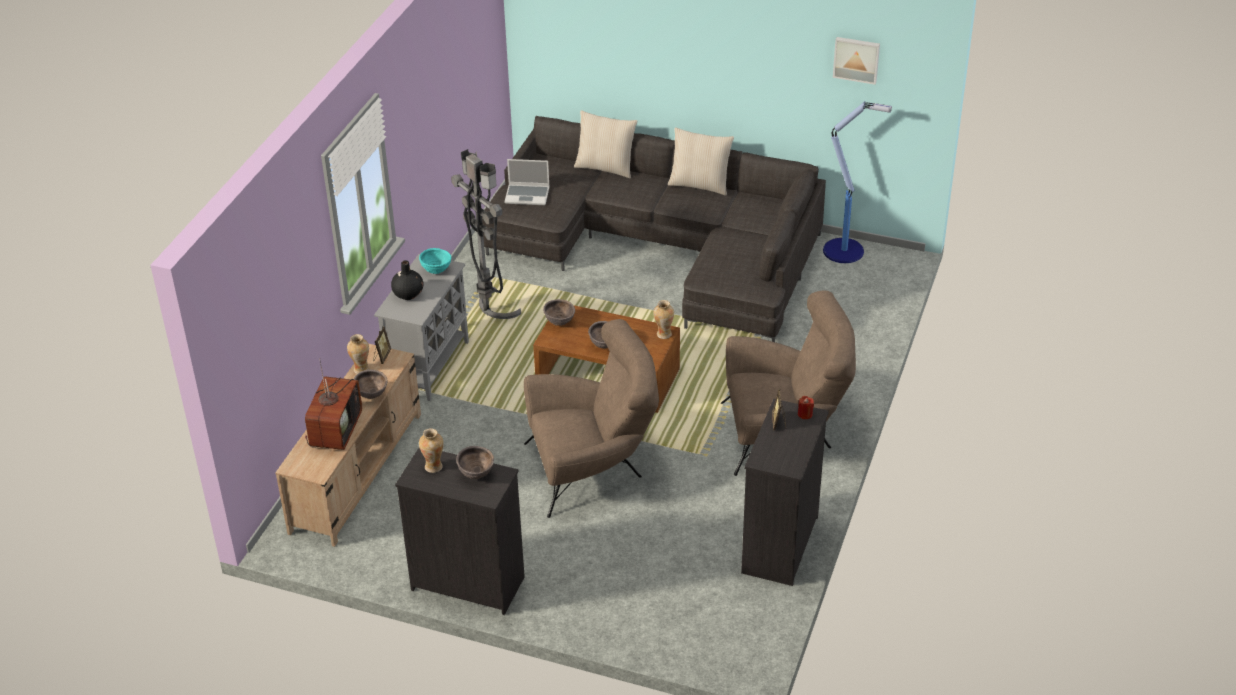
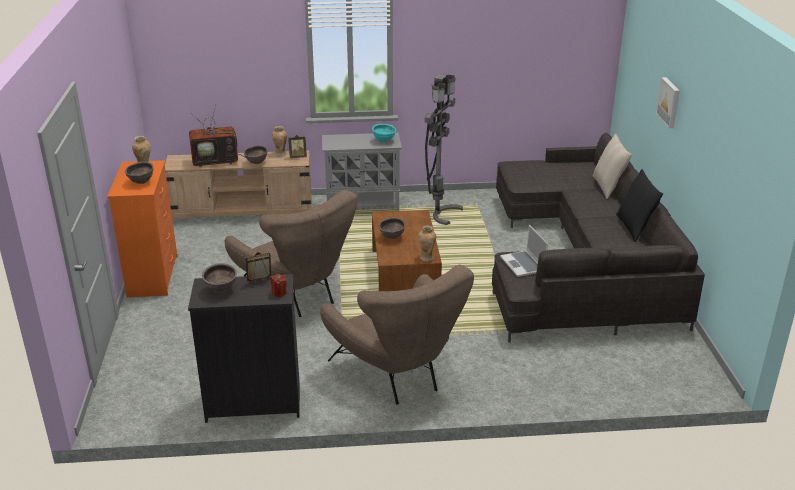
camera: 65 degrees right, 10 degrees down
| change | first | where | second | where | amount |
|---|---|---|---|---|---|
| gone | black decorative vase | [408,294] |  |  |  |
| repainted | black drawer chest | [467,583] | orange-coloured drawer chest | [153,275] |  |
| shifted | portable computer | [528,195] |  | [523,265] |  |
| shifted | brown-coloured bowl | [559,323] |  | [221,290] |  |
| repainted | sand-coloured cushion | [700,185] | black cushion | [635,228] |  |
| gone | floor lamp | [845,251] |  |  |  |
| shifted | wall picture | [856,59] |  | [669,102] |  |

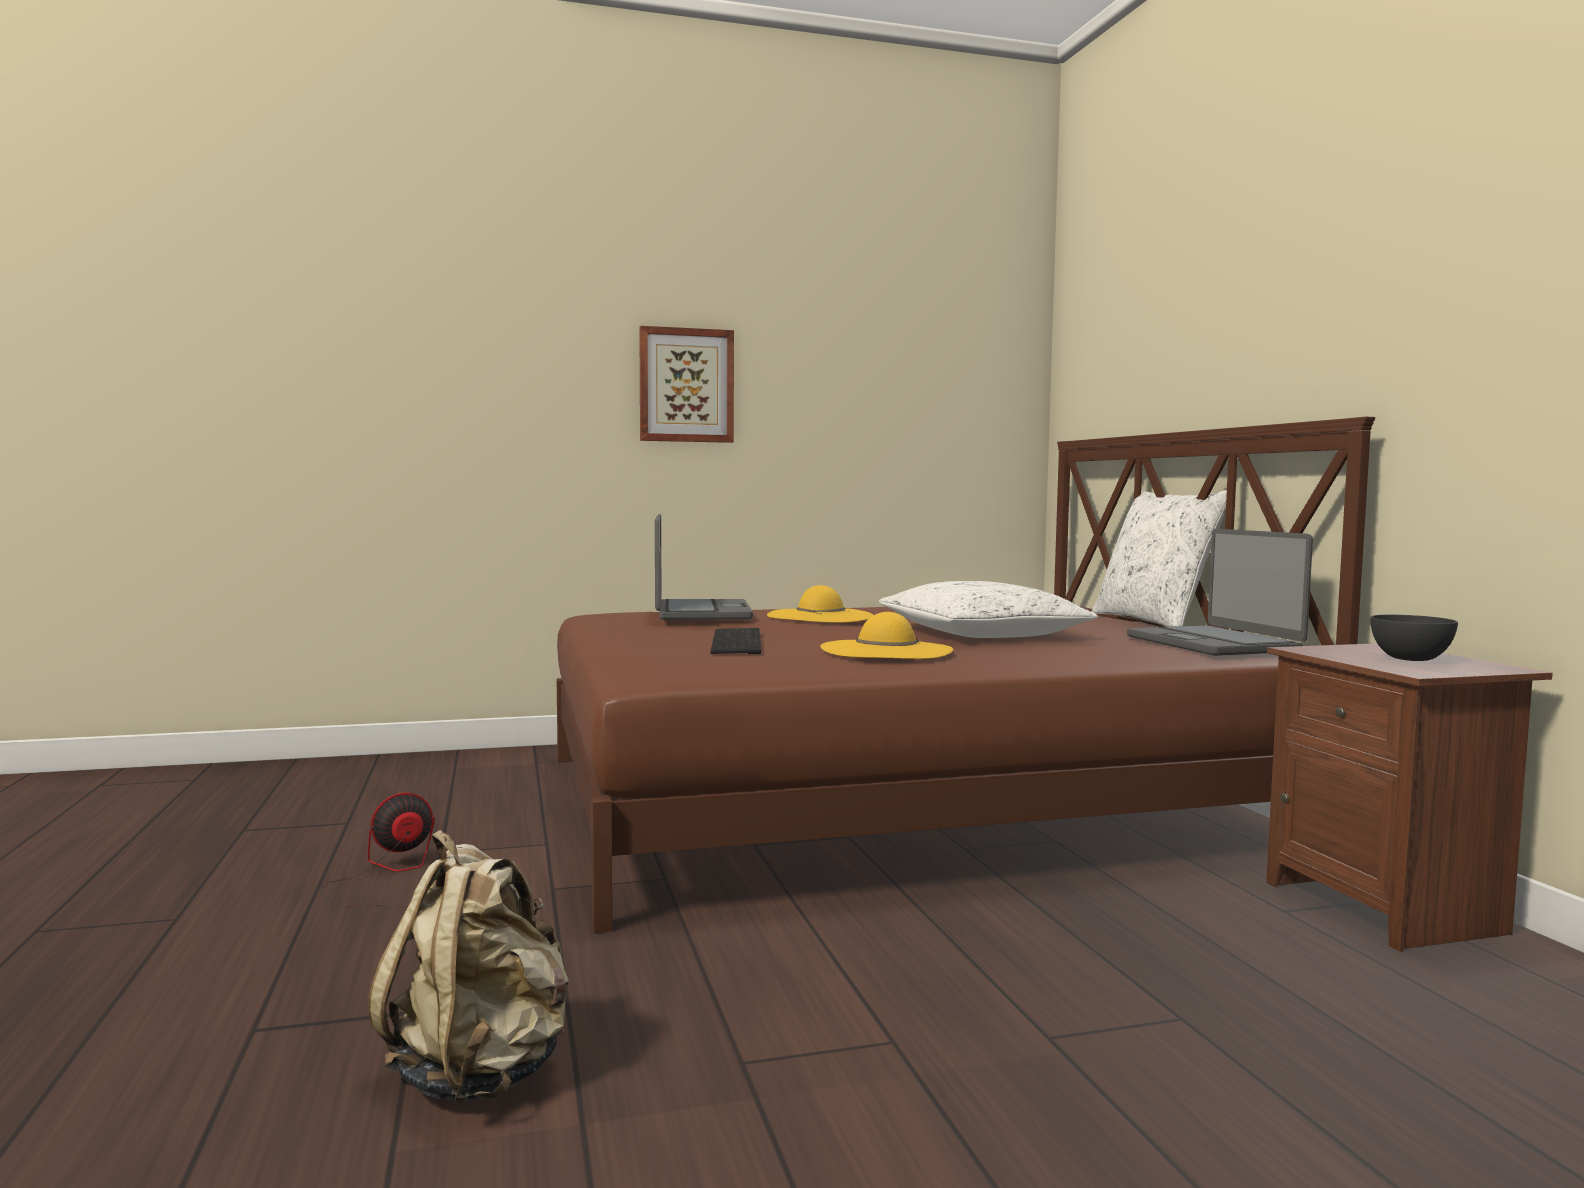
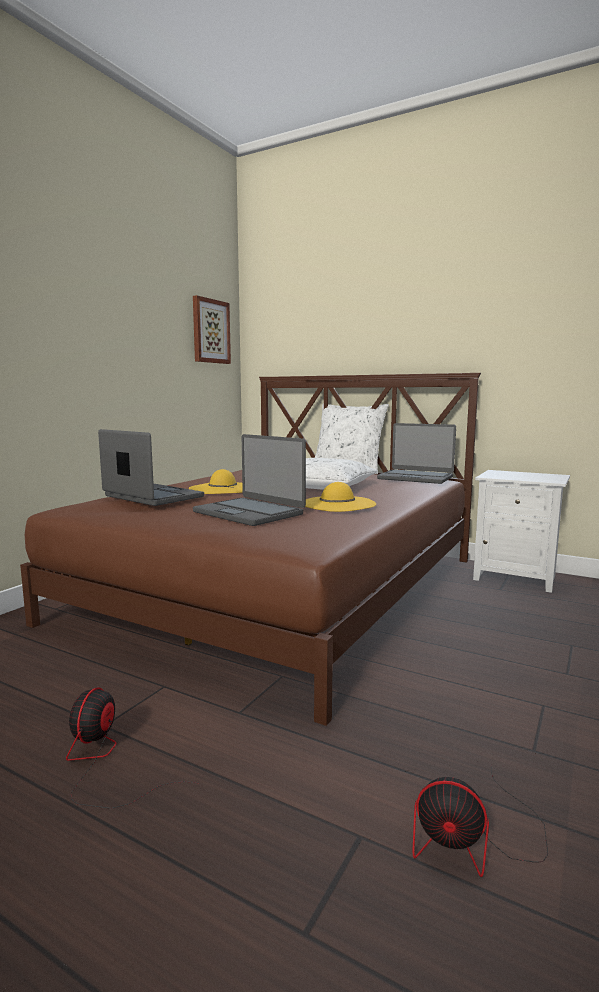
camera: 45 degrees left, 5 degrees up
| change | first | where | second | where | amount |
|---|---|---|---|---|---|
| swapped | sand-coloured rucksack | [481,1071] | cooling fan | [474,840] |  |
| shifted | wall picture | [686,385] |  | [210,331] |  |
| swapped | computer keyboard | [739,642] | portable computer | [249,513] |  |
| repainted | brown-coloured nightstand | [1386,907] | whitish nightstand | [515,577] |  |
| gone | gray bowl | [1410,659] |  |  |  |

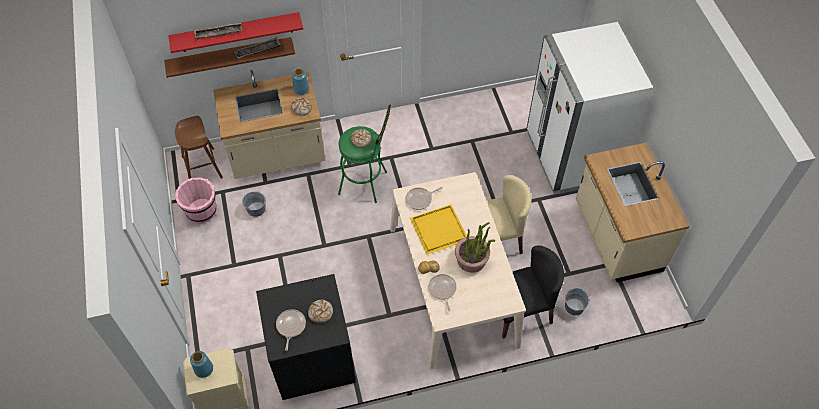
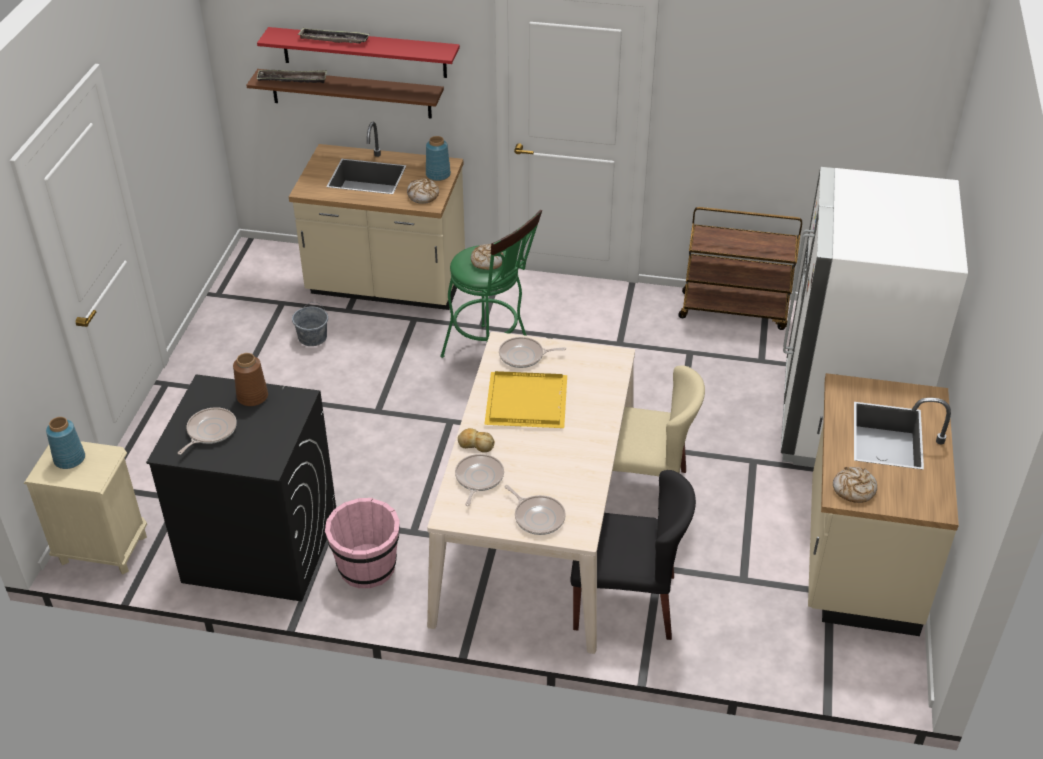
camera: 25 degrees right, 15 degrees down
| change | first | where | second | where | amount |
|---|---|---|---|---|---|
| gone | brown-coloured sitting stool | [202,167] |  |  |  |
| shifted | pink-coloured pail | [202,211] |  | [367,568] |  |
| shifted | serving tray | [258,50] |  | [292,80] |  |
| shifted | bakery bread | [320,313] |  | [853,489] |  |
| gone | houseplant | [472,259] |  |  |  |
| gone | gray pail | [574,307] |  |  |  |
| new |  |  | brown-coloured decorative vase | [253,396] |  |
| new |  |  | skillet | [537,516] |  |
| new |  |  | brown-coloured cart | [734,310] |  |

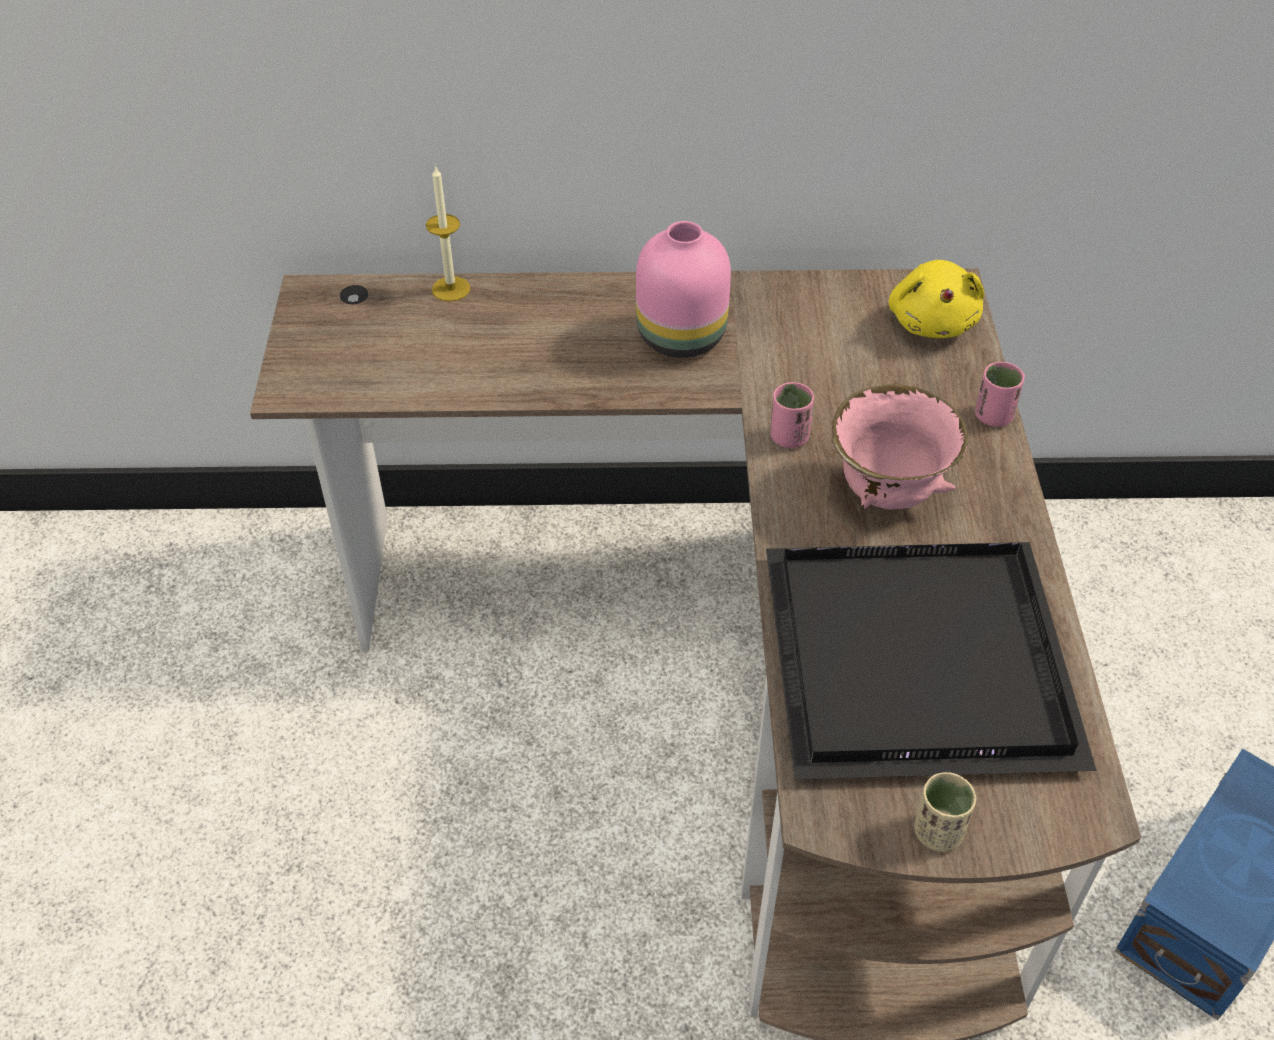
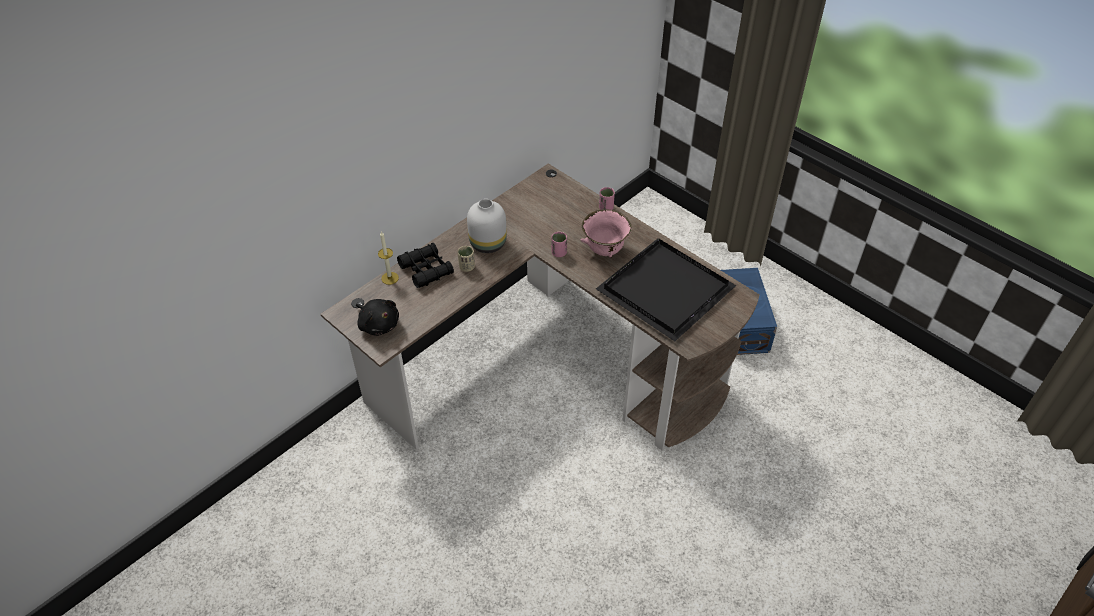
camera: 45 degrees left, 0 degrees up
| change | first | where | second | where | amount |
|---|---|---|---|---|---|
| repainted | pink-coloured decorative vase | [680,335] | whitish decorative vase | [487,243] |  |
| gone | yellow-coloured soft toy | [932,321] |  |  |  |
| shifted | sand-coloured drinking cup | [937,832] |  | [467,267] |  |
| new |  |  | black soft toy | [378,324] |  |
| new |  |  | black pair of binoculars | [426,270] |  |

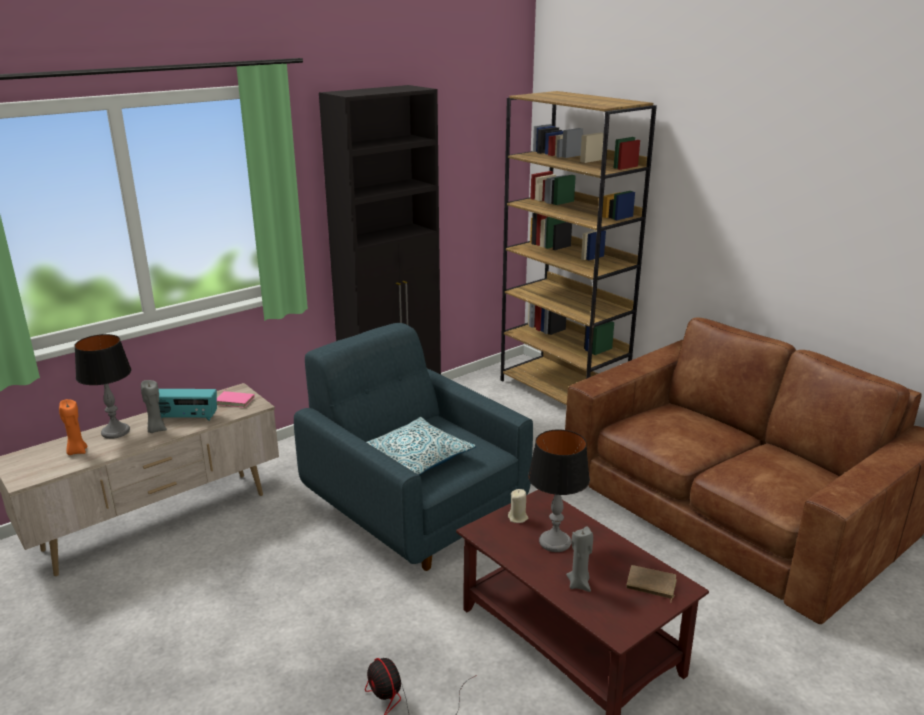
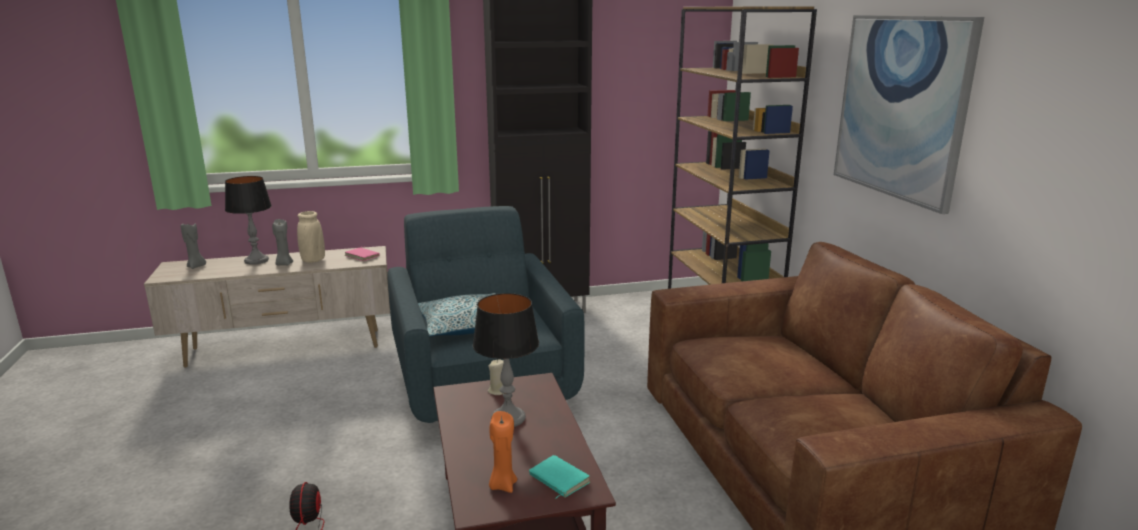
camera: 25 degrees right, 5 degrees down
| change | first | where | second | where | amount |
|---|---|---|---|---|---|
| shifted | orange-coloured wax candle | [77,451] |  | [502,485] |  |
| swapped | radio receiver | [185,418] | sand-coloured decorative vase | [313,260] |  |
| shifted | gray wax candle | [579,584] |  | [196,266] |  |
| repainted | brown-coloured bound book | [650,585] | blue-green bound book | [557,480] |  |
| new |  |  | wall picture | [901,107] |  |

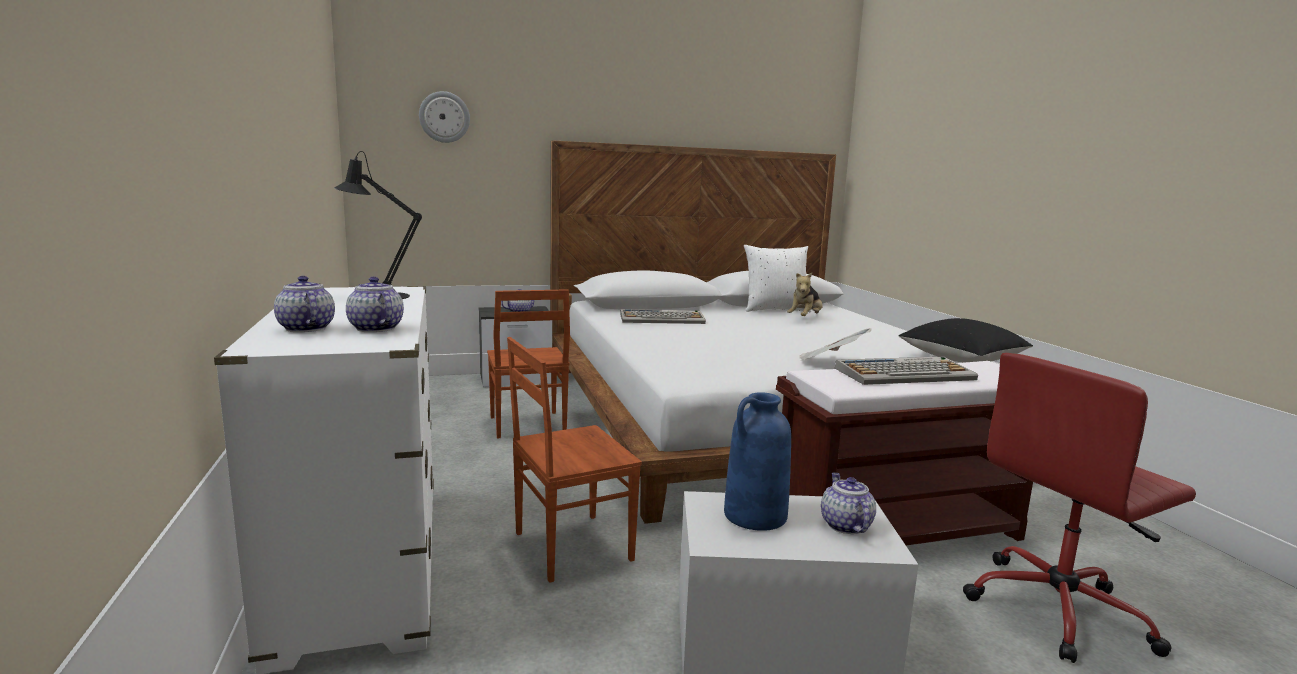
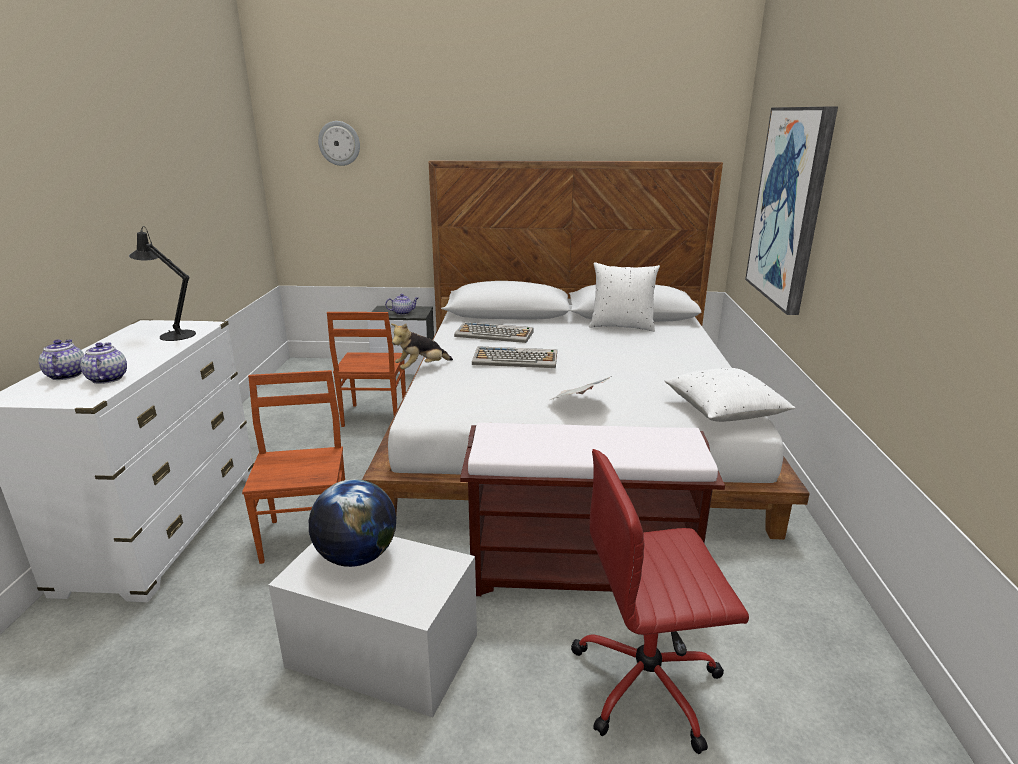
camera: 20 degrees right, 10 degrees up
| change | first | where | second | where | amount |
|---|---|---|---|---|---|
| rotated | brown-coloured upright chair | [570,546] |  | [308,536] | 90 degrees clockwise |
| swapped | blue-coloured decorative vase | [755,516] | world globe | [356,557] |  |
| shifted | soft toy | [805,318] |  | [421,368] |  |
| gone | pot for tea | [844,525] |  |  |  |
| shifted | computer keyboard | [905,373] |  | [516,359] |  |
| repainted | black cushion | [961,360] | whitish cushion | [724,412] |  |
| new |  |  | wall picture | [790,206] |  |

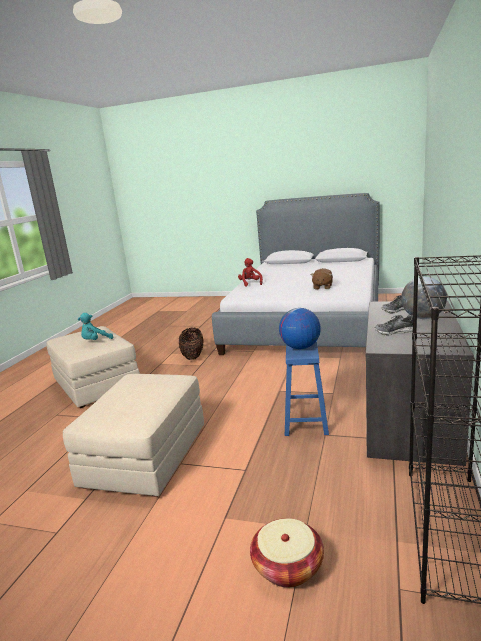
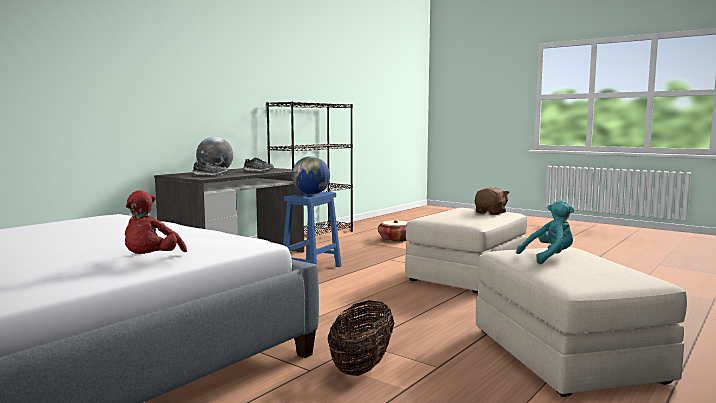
camera: 160 degrees left, 10 degrees down
| change | first | where | second | where | amount |
|---|---|---|---|---|---|
| shifted | brown-coloured soft toy | [322,287] |  | [491,213] |  |

